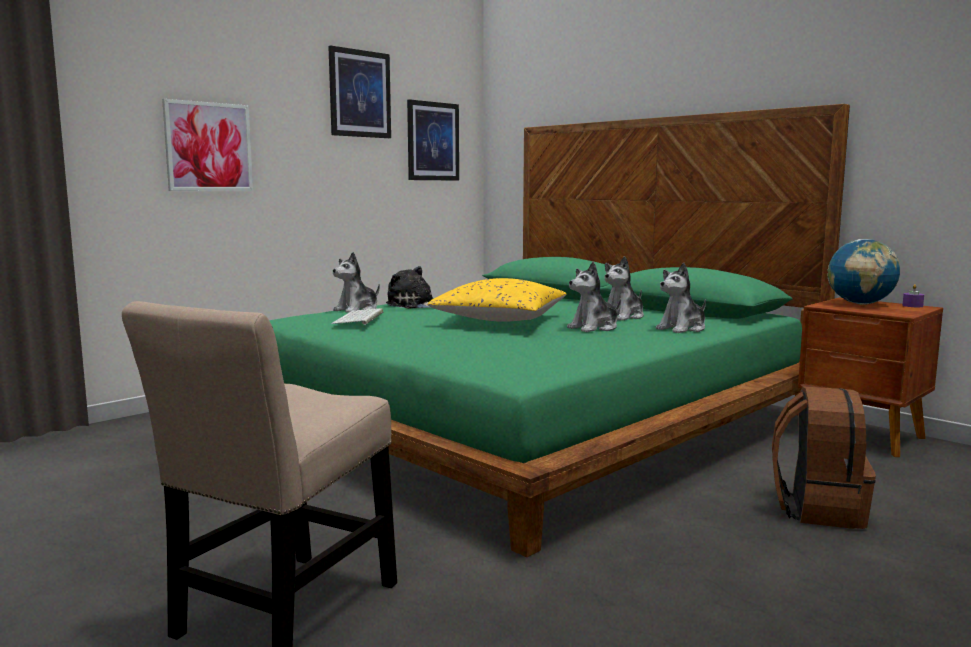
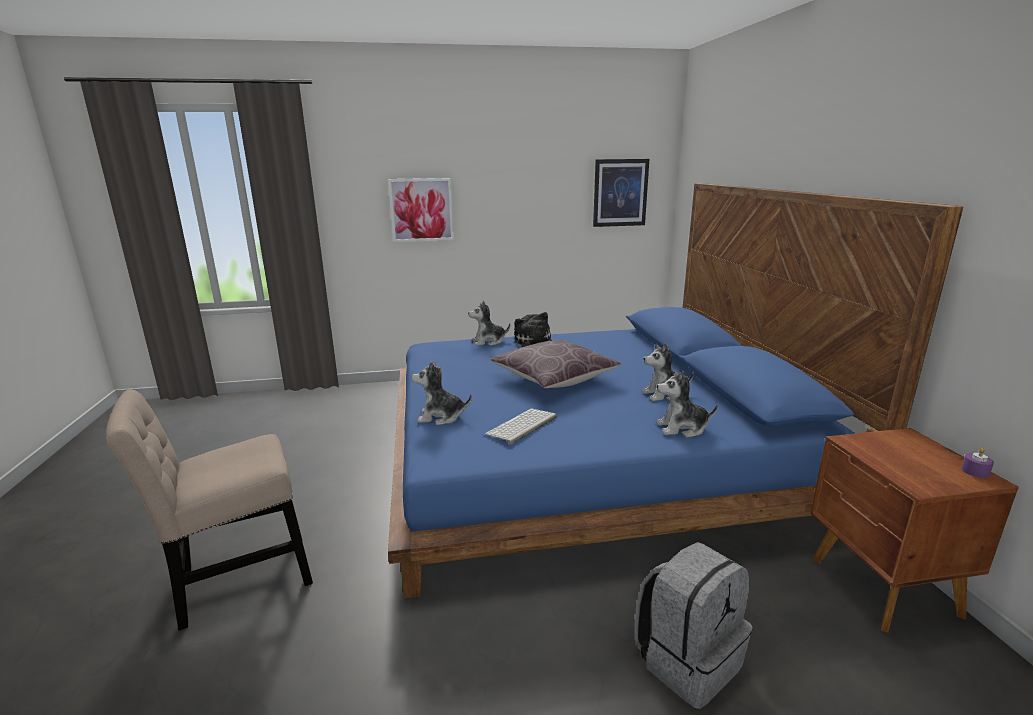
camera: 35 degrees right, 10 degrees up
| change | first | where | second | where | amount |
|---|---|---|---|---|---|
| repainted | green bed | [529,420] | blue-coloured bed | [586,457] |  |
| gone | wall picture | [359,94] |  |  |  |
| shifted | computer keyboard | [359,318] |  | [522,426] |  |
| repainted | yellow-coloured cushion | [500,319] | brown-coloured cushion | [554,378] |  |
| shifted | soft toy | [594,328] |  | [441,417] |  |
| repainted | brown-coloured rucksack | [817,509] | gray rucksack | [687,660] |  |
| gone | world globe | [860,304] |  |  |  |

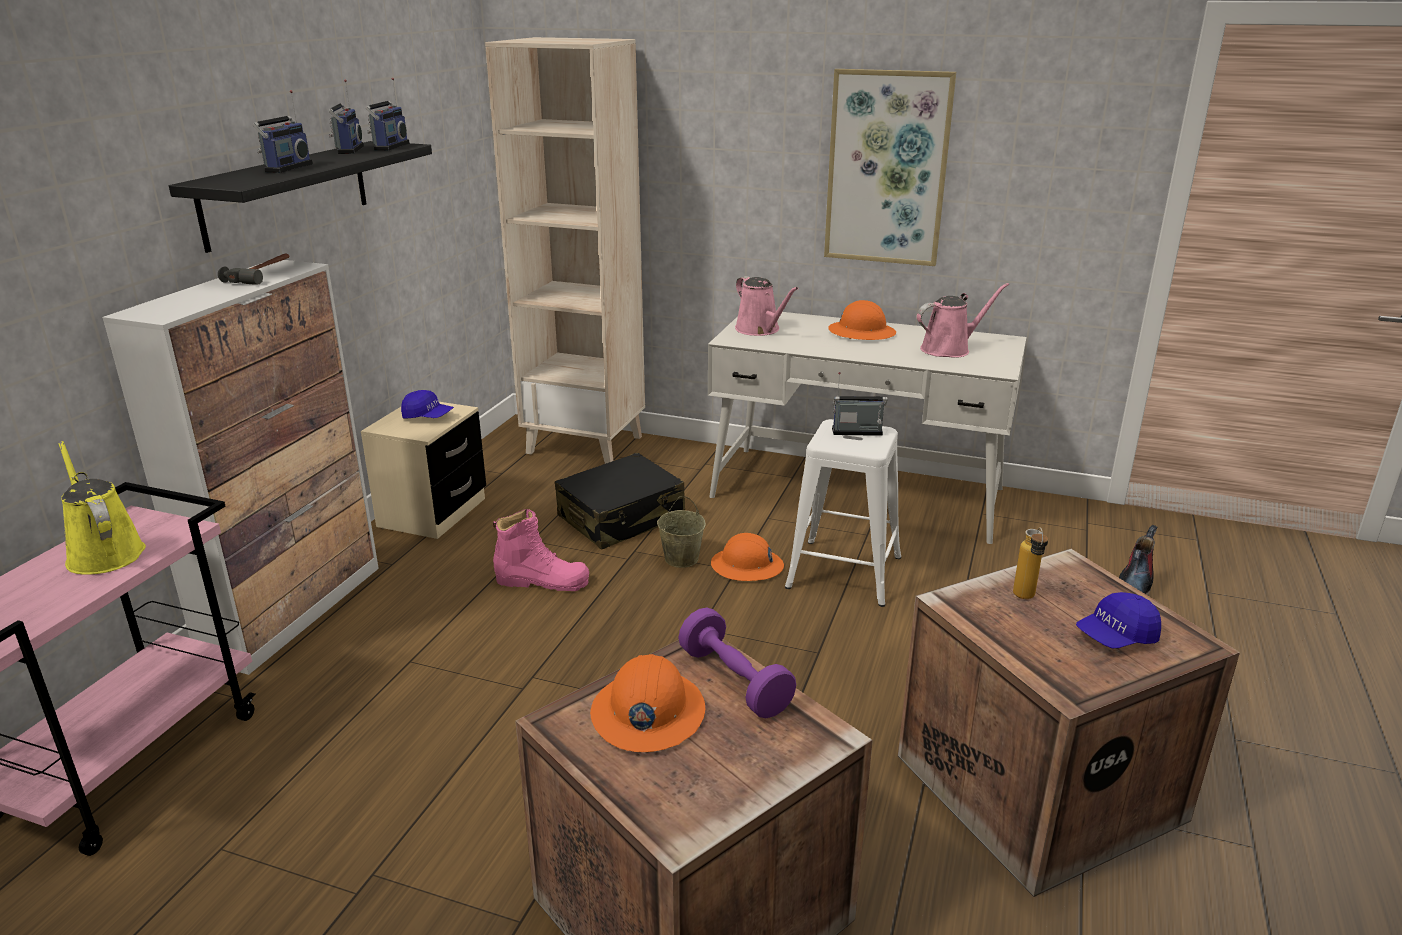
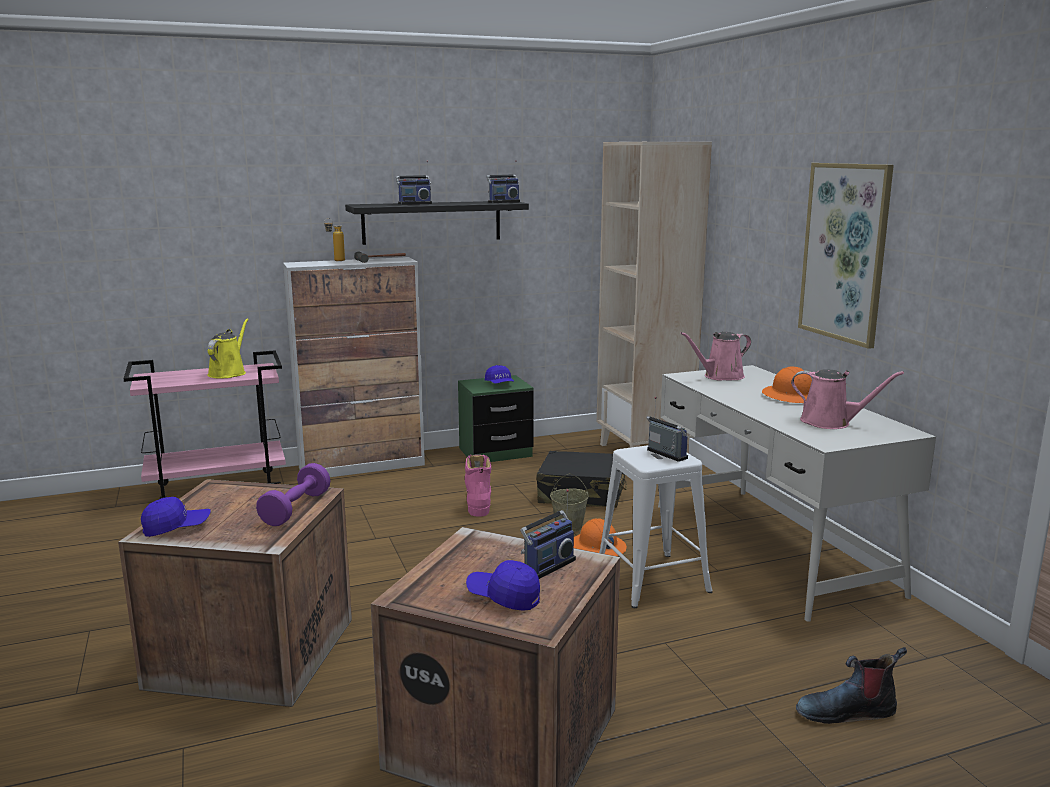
camera: 50 degrees right, 10 degrees down
| change | first | where | second | where | amount |
|---|---|---|---|---|---|
| shifted | radio receiver | [348,150] |  | [547,566] |  |
| repainted | sand-coloured nightstand | [433,513] | green nightstand | [495,453] |  |
| rotated | pink-coloured tall boot | [542,581] |  | [479,502] | 150 degrees counterclockwise |
| gone | orange-coloured hard hat | [647,713] |  |  |  |
| rotated | pink-coloured watering pot | [760,330] |  | [720,376] | 45 degrees clockwise |
| shifted | beverage bottle | [1025,599] |  | [335,261] |  |
| new |  |  | blue-coloured cap | [176,528] |  |

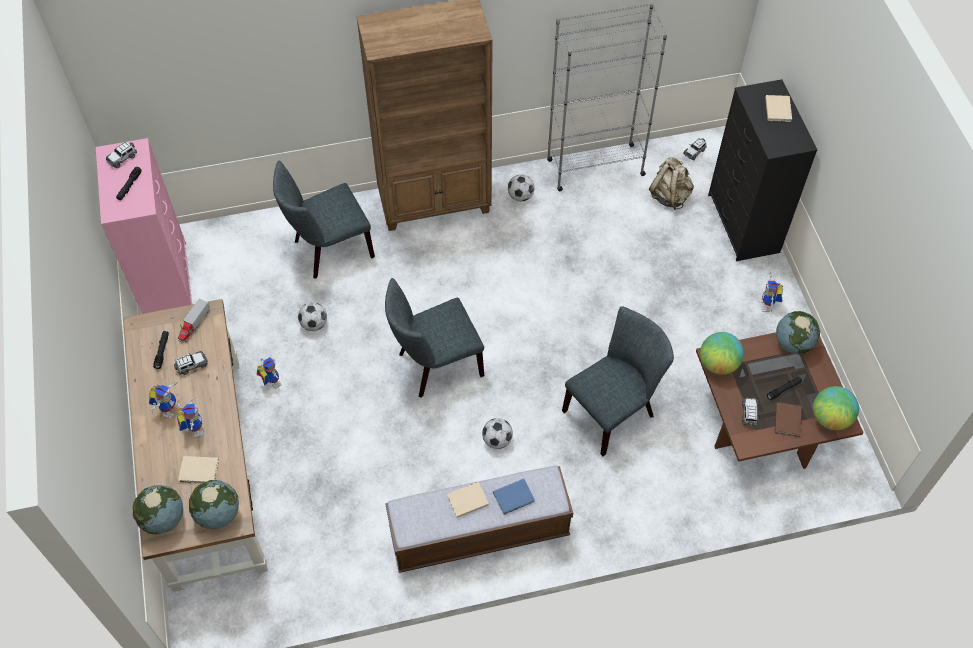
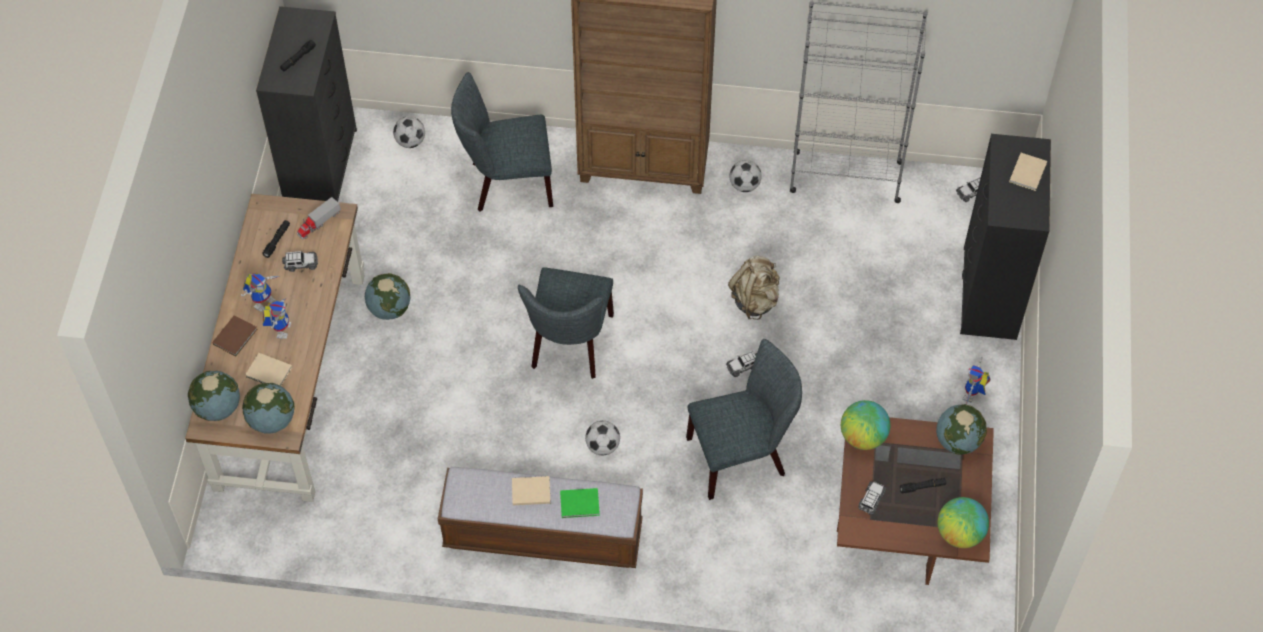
camera: 20 degrees right, 0 degrees up
| change | first | where | second | where | amount |
|---|---|---|---|---|---|
| repainted | pink-coloured drawer chest | [166,280] | black drawer chest | [321,166] |  |
| shifted | model car | [122,158] |  | [743,366] |  |
| swapped | toy robot | [270,381] | world globe | [389,309] |  |
| shifted | football | [314,324] |  | [410,141] |  |
| rotated | gray upright chair | [435,365] |  | [570,346] | 75 degrees counterclockwise |
| repainted | blue-coloured bound book | [515,497] | green bound book | [581,504] |  |
| shifted | sand-coloured rucksack | [670,195] |  | [755,300] |  |
| shifted | brown-coloured bound book | [788,419] |  | [236,336] |  |

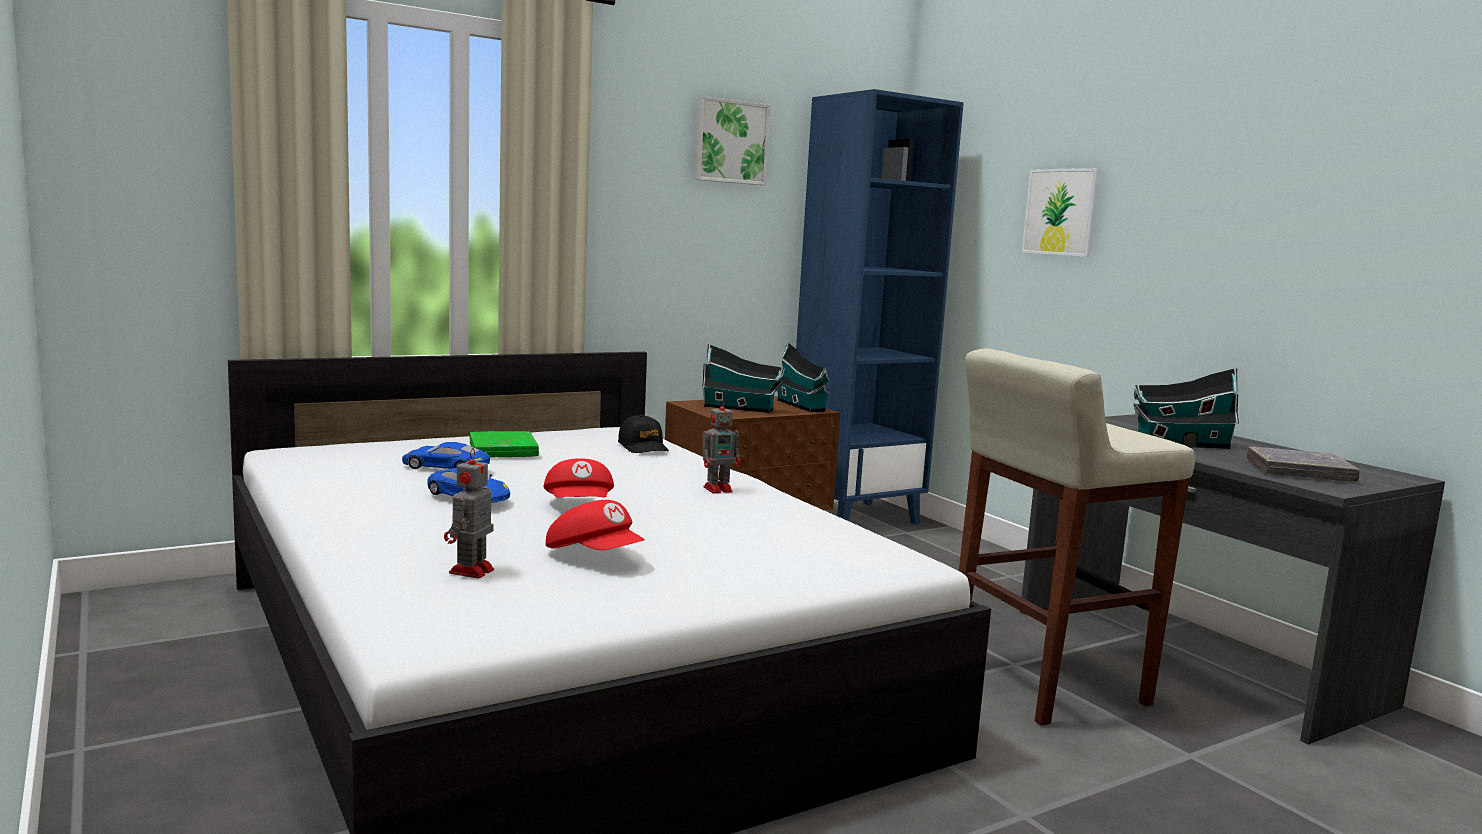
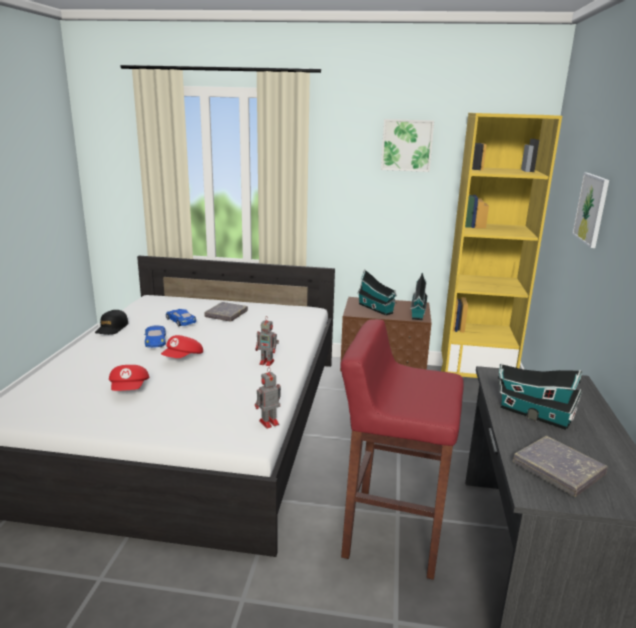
camera: 40 degrees right, 10 degrees up
| change | first | where | second | where | amount |
|---|---|---|---|---|---|
| shifted | toy robot | [470,572] |  | [268,423] |  |
| repainted | green bound book | [503,451] | gray bound book | [226,314] |  |
| shifted | black cap | [643,447] |  | [112,328] |  |
| repainted | blue-coloured bookcase | [854,517] | yellow-coloured bookcase | [475,383] |  |
| repainted | sand-coloured sitting stool | [1043,684] | red-coloured sitting stool | [392,534] |  |

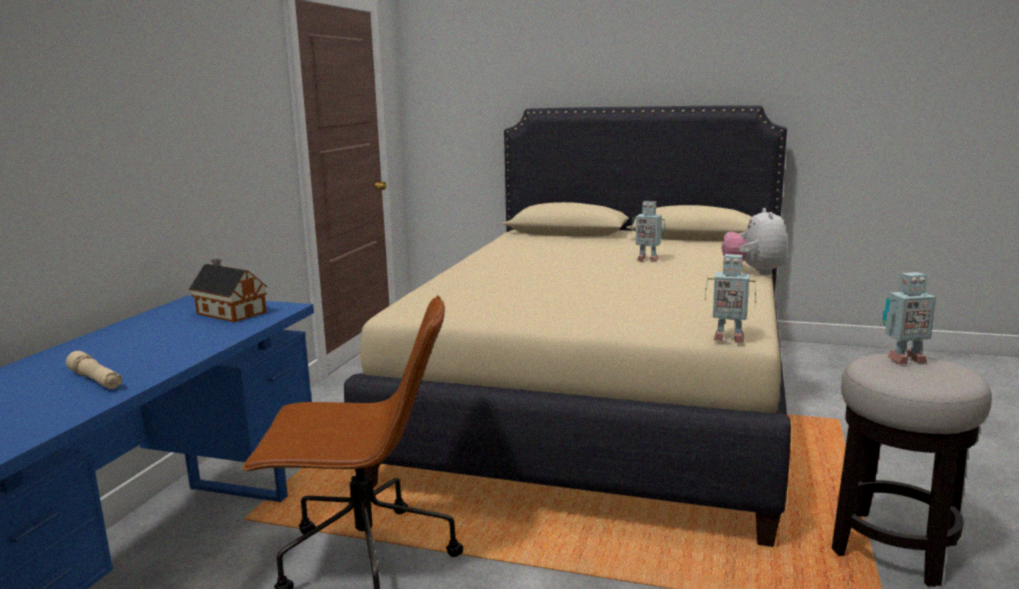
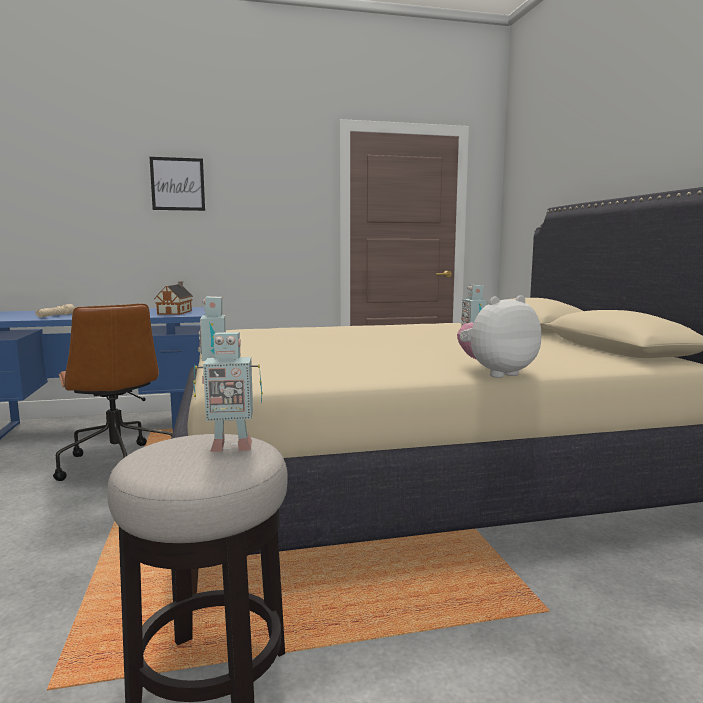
camera: 60 degrees right, 5 degrees down
| change | first | where | second | where | amount |
|---|---|---|---|---|---|
| rotated | toy robot | [903,359] |  | [230,446] | 60 degrees counterclockwise |
| new |  |  | wall picture | [177,184] |  |

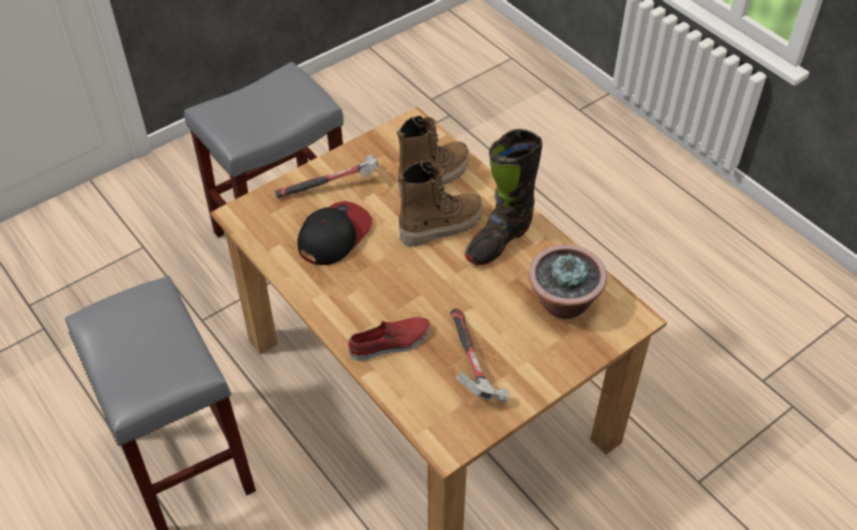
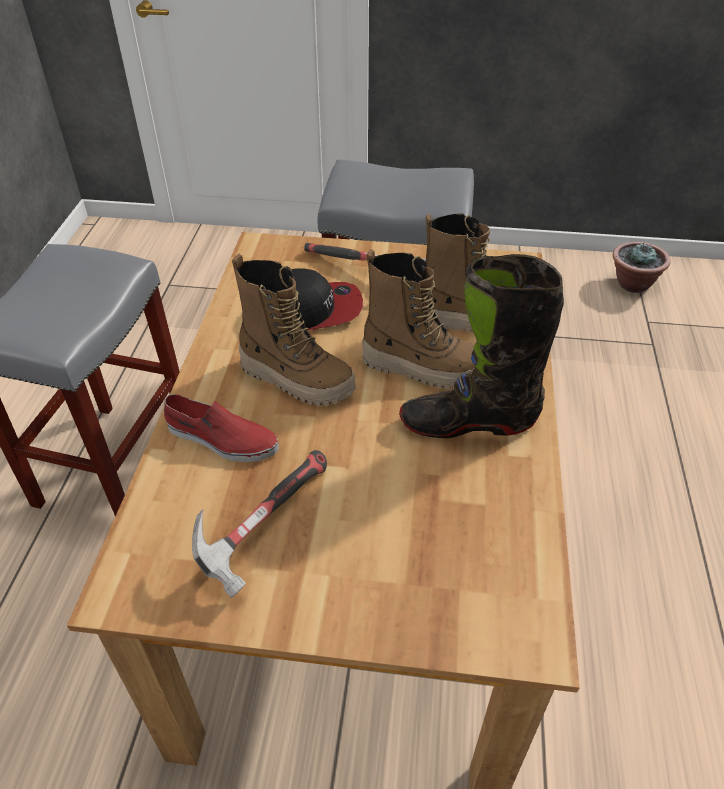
camera: 45 degrees right, 5 degrees down
| change | first | where | second | where | amount |
|---|---|---|---|---|---|
| shifted | houseplant | [563,303] |  | [632,284] |  |
| new |  |  | tall boot | [297,379] |  |

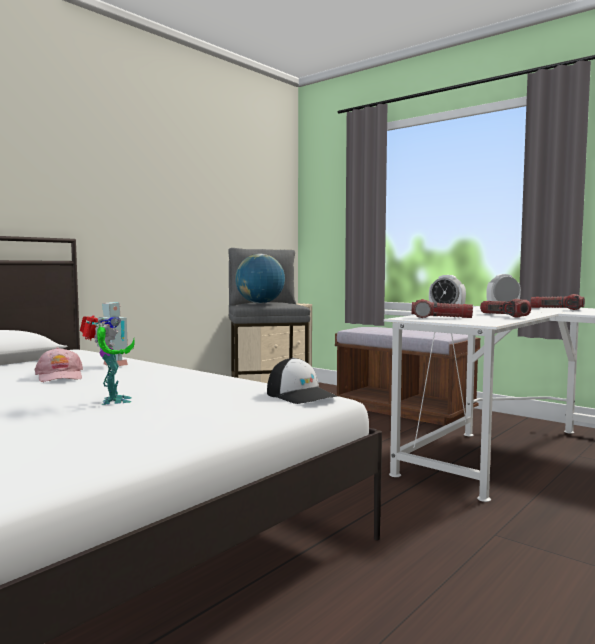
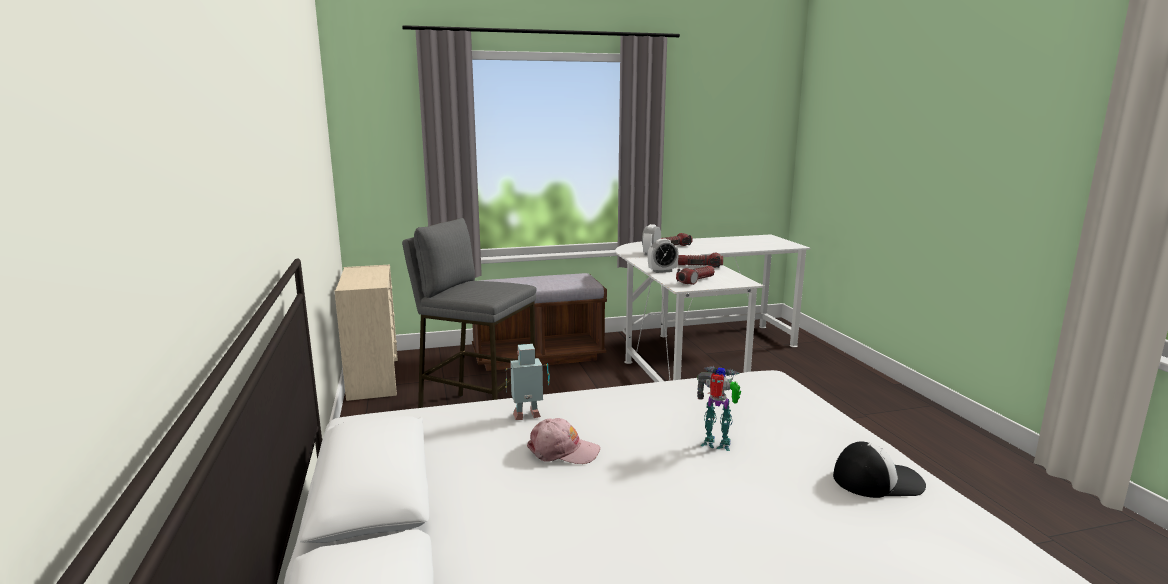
camera: 55 degrees left, 10 degrees up
| change | first | where | second | where | amount |
|---|---|---|---|---|---|
| gone | world globe | [260,303] |  |  |  |
| shifted | cap | [301,395] |  | [877,480] |  |

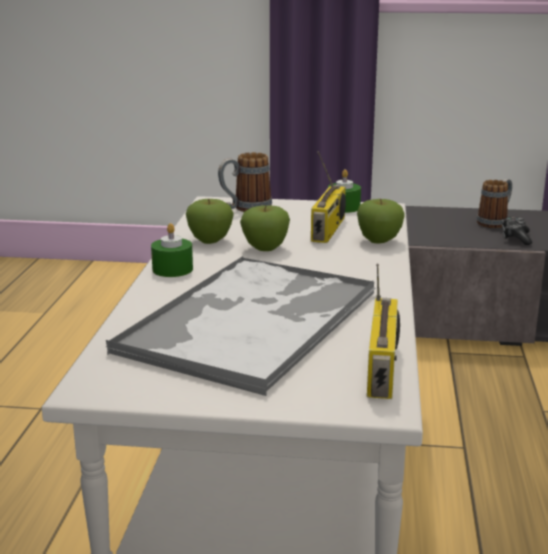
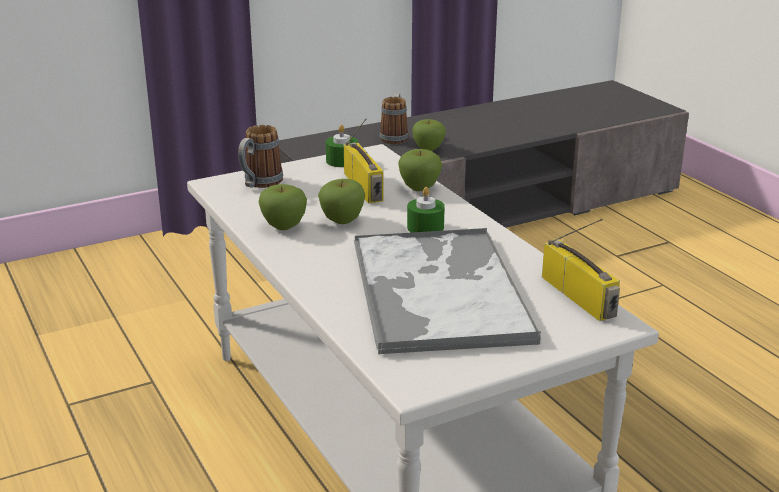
camera: 35 degrees left, 5 degrees up
| change | first | where | second | where | amount |
|---|---|---|---|---|---|
| shifted | green wax candle | [172,269] |  | [425,227] |  |
| swapped | gamepad | [515,238] | whole apple | [428,149] |  |

